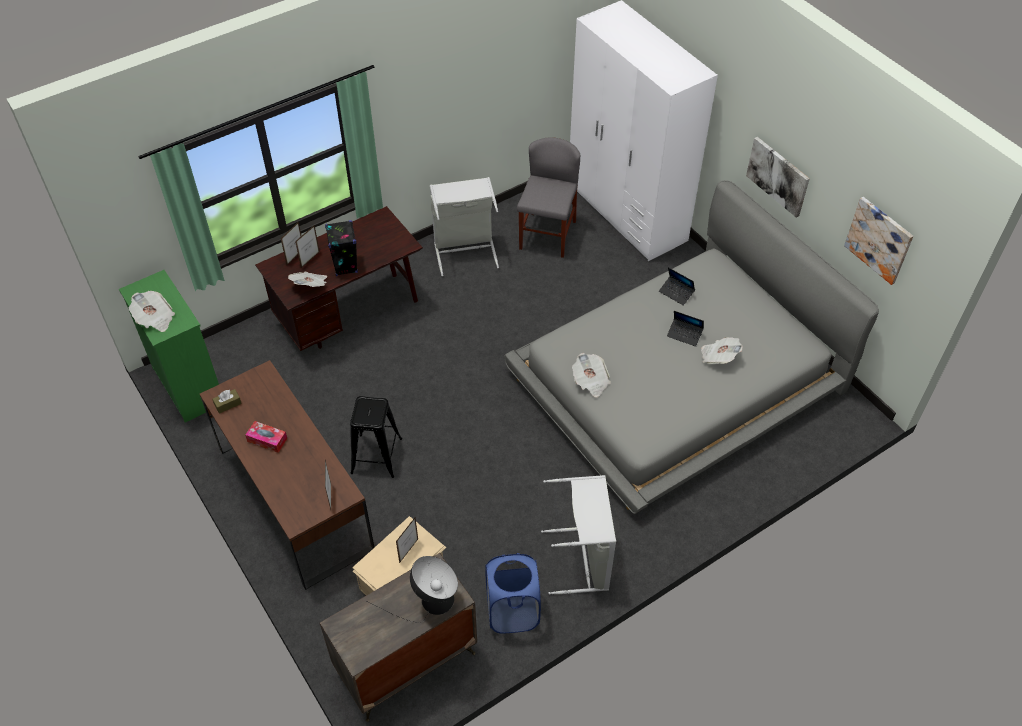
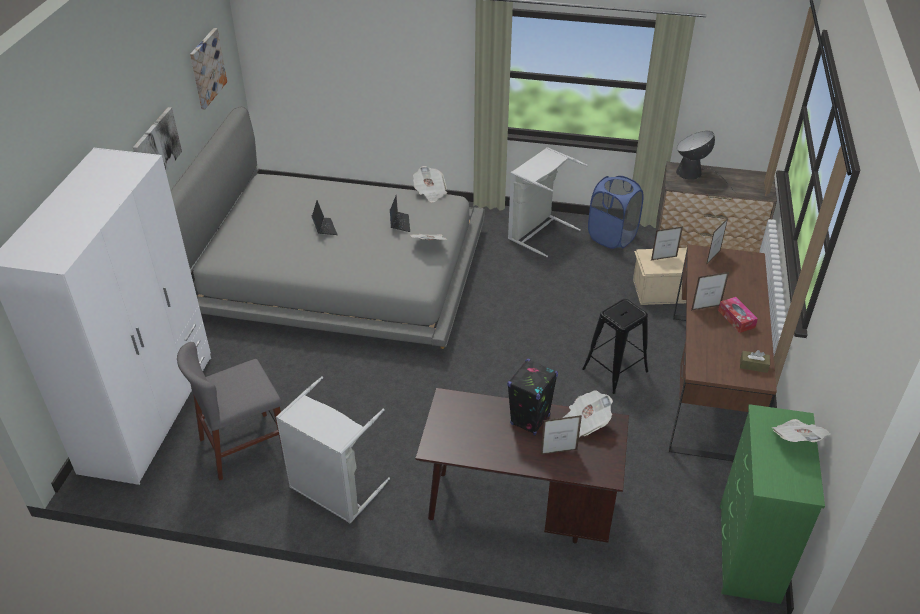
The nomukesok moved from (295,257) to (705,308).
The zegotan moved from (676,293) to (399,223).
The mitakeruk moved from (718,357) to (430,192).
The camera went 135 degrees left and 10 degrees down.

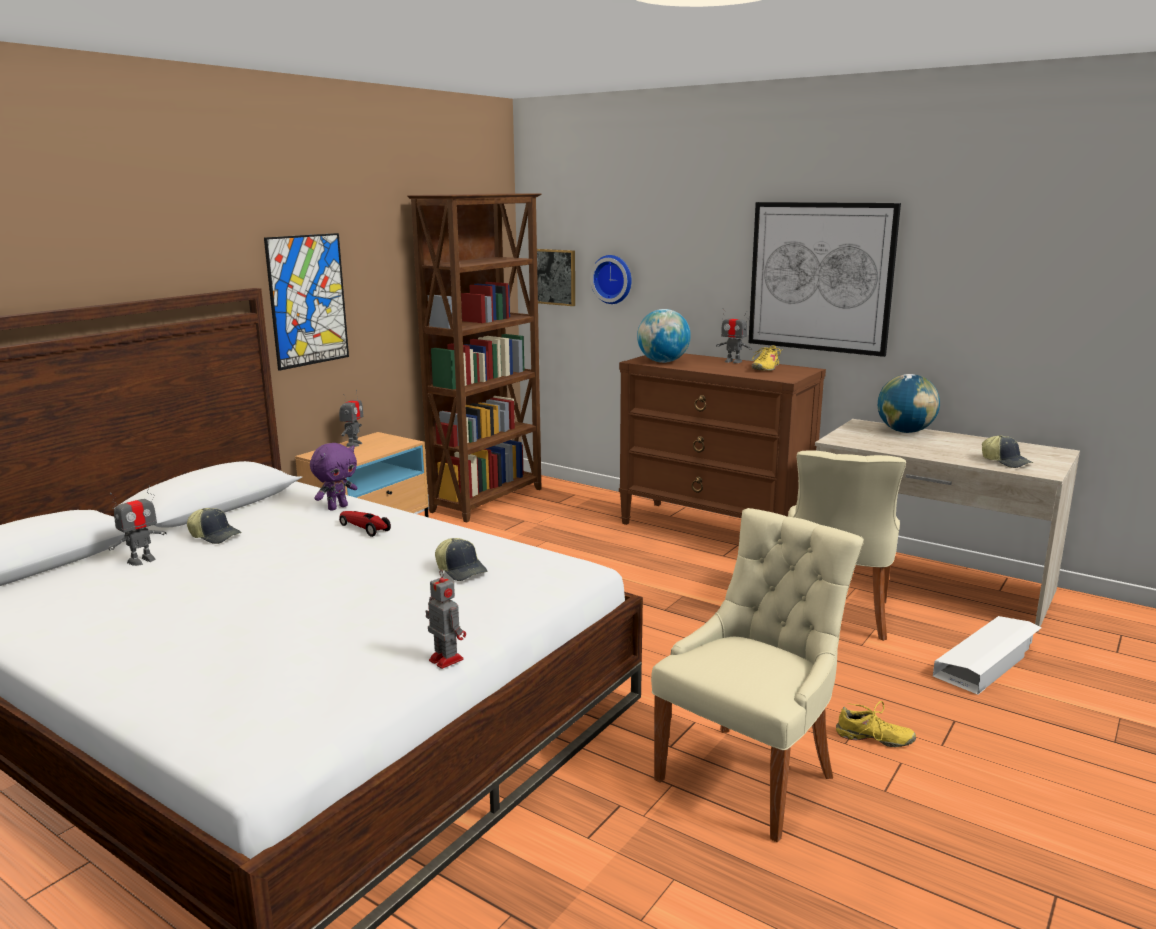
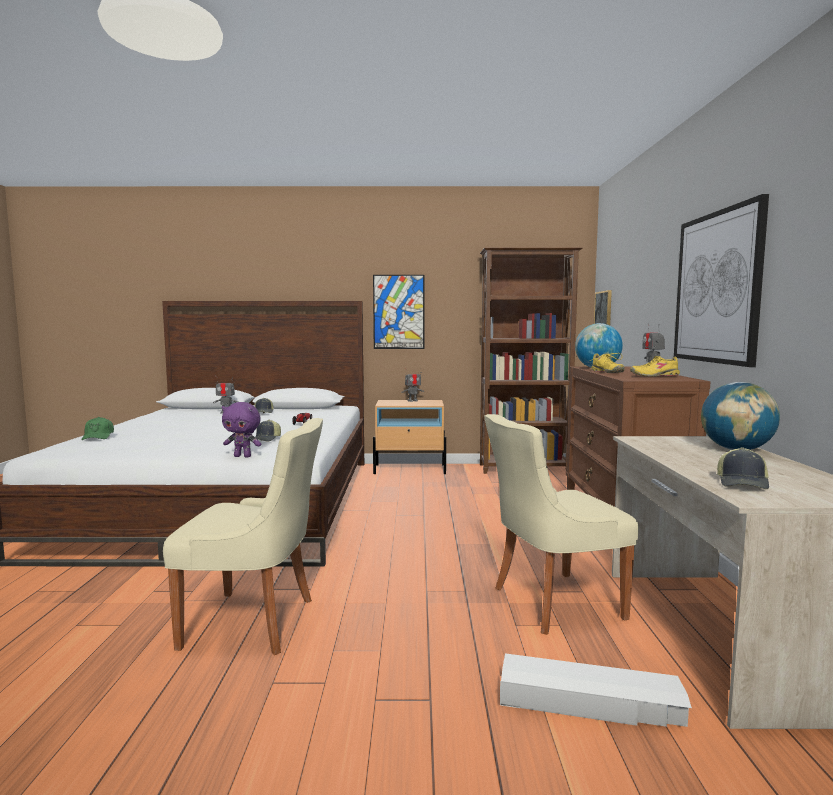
The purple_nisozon moved from (337,507) to (243,456).
The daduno at (445,659) disappeared.
The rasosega at (613,279) disappeared.
The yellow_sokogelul moved from (874,739) to (607,372).
The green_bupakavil at (98,436) appeared.
The camera went 55 degrees right and 10 degrees down.

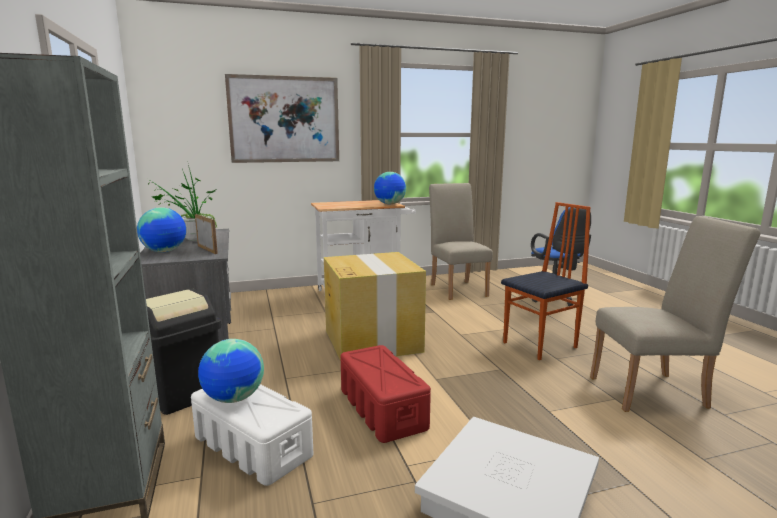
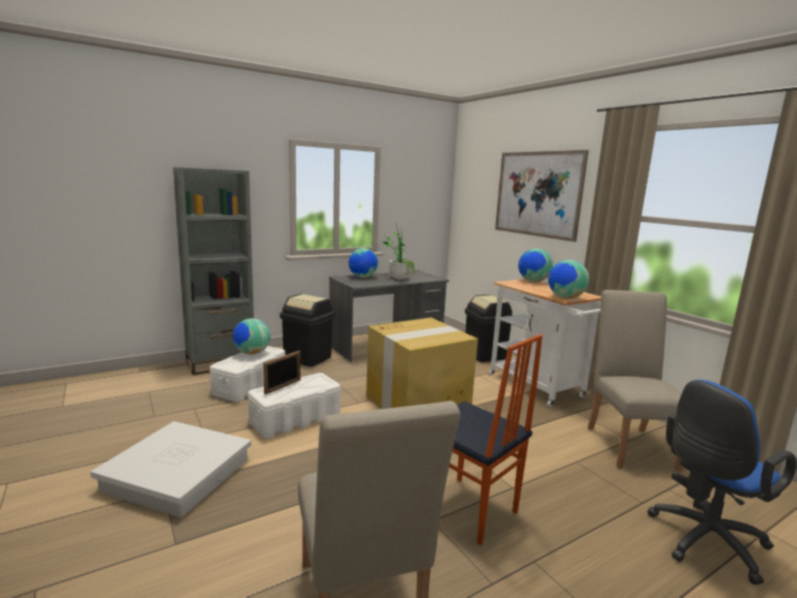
The nomukesok moved from (207,249) to (283,387).
The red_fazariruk at (382,408) became the white_fazariruk at (296,419).
The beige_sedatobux at (457,288) turned 60 degrees counterclockwise.
The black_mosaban at (485,355) appeared.
The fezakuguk at (533,281) appeared.
The camera went 75 degrees right and 0 degrees up.

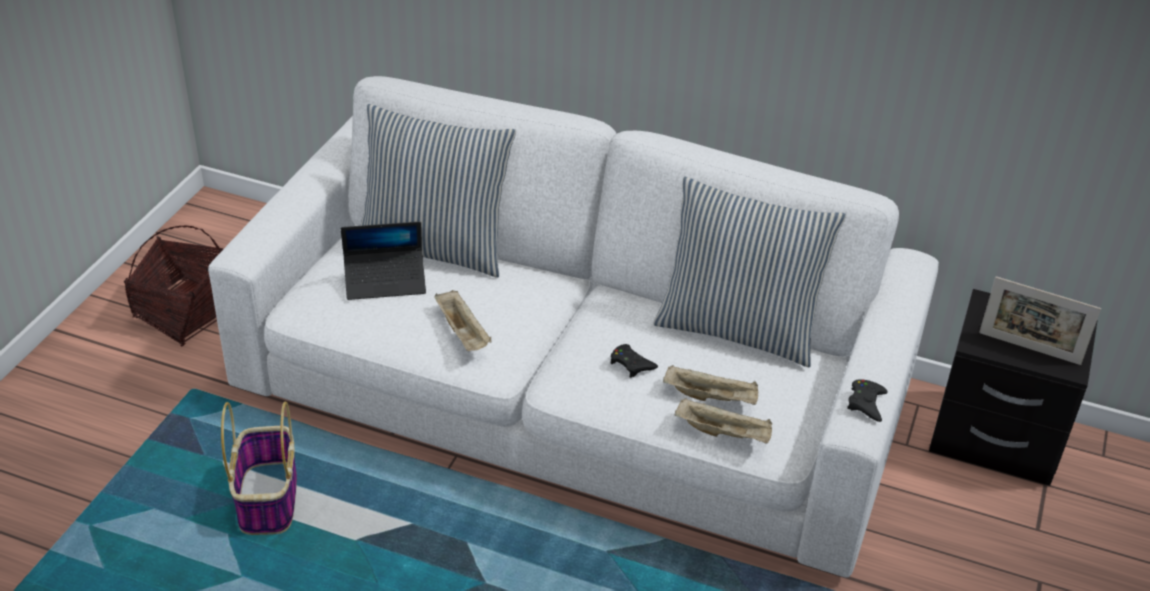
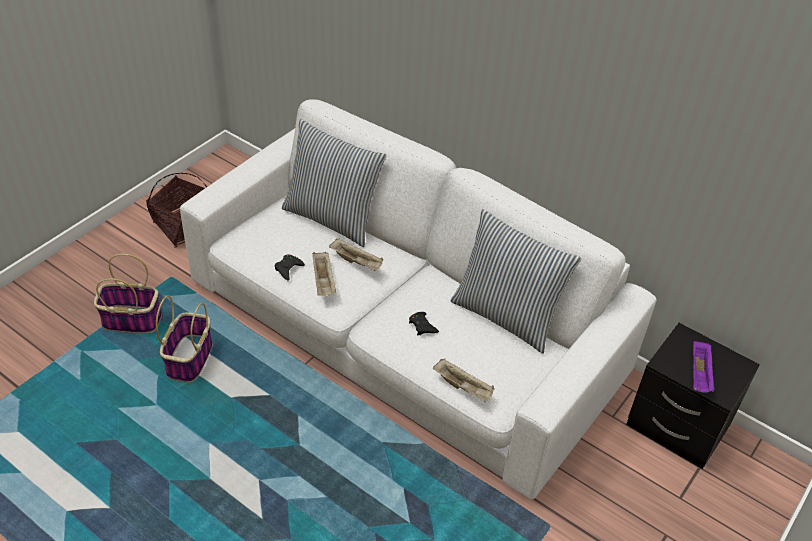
The zegotan at (385,281) disappeared.
The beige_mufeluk moved from (711,397) to (357,262).
The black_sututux moved from (866,403) to (288,269).
The nomukesok at (1029,348) was replaced by the purple_mufeluk at (699,374).
The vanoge at (130,320) appeared.
The camera went 15 degrees right and 5 degrees up.

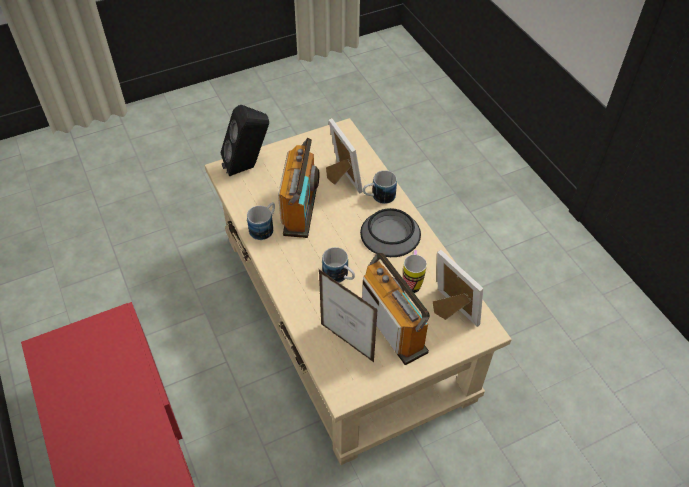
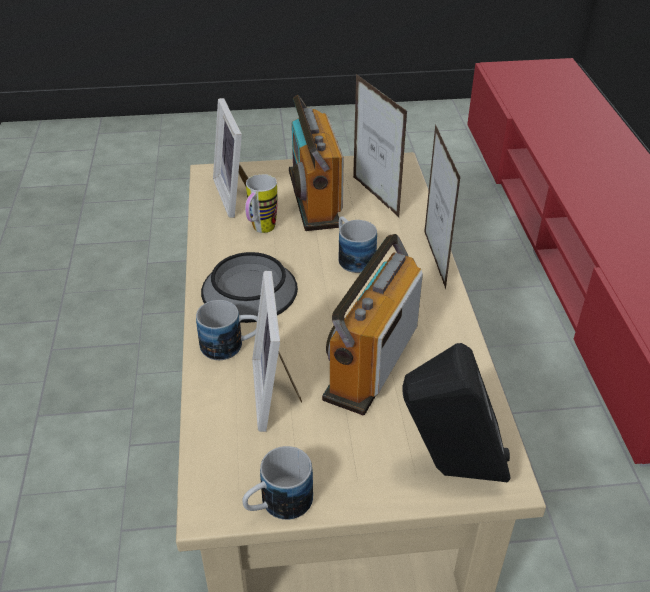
The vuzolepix moved from (264,227) to (277,505).
The nomukesok at (434,259) appeared.
The camera went 160 degrees left and 10 degrees down.

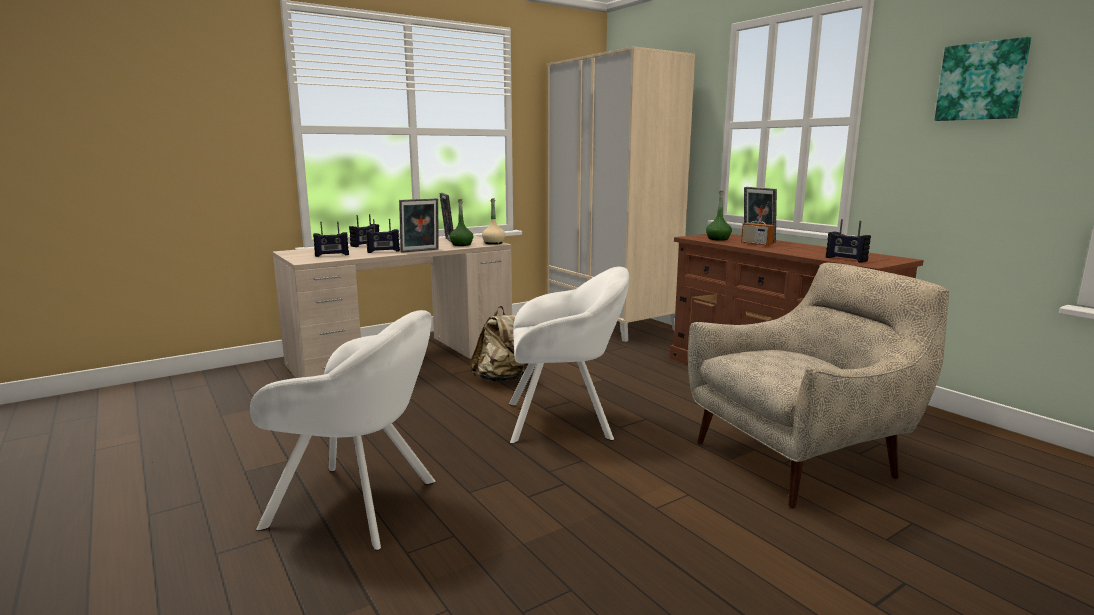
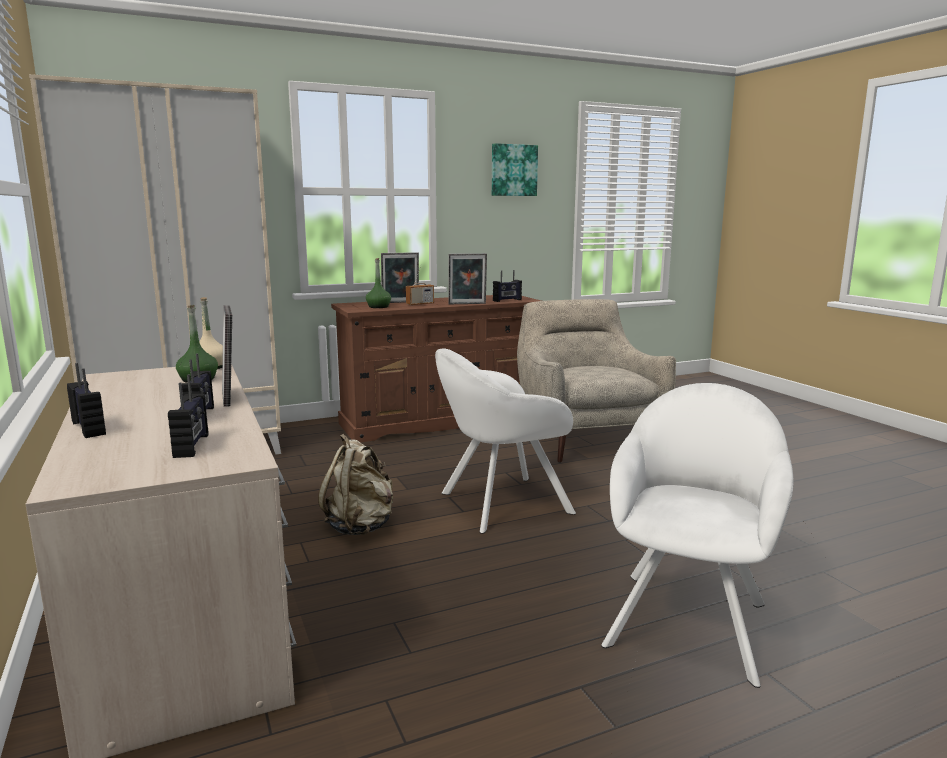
The nomukesok moved from (448,240) to (467,304).
The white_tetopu at (565,420) turned 120 degrees counterclockwise.
The camera went 80 degrees left and 0 degrees up.

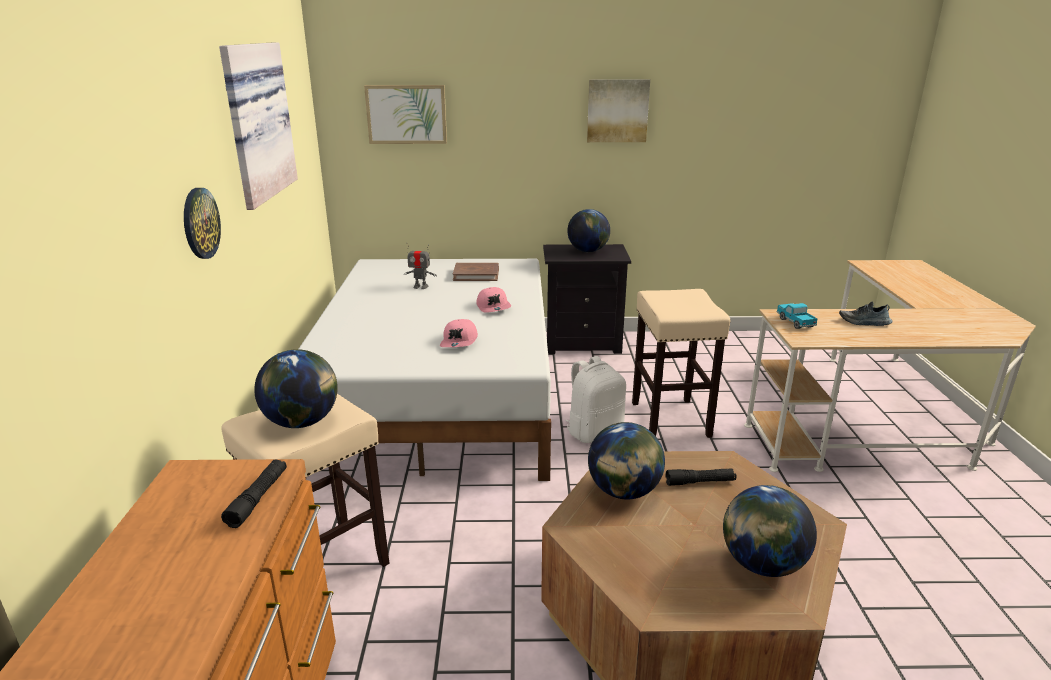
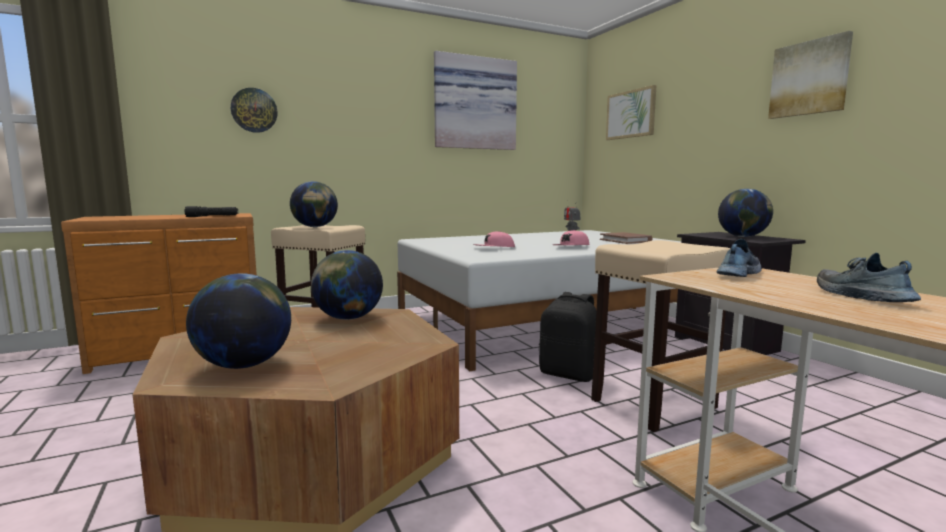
The rasosega moved from (200,223) to (254,110).
The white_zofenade at (594,432) became the black_zofenade at (569,374).
The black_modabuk at (700,482) disappeared.
The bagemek at (795,322) was replaced by the sokogelul at (737,274).
The camera went 65 degrees right and 15 degrees down.

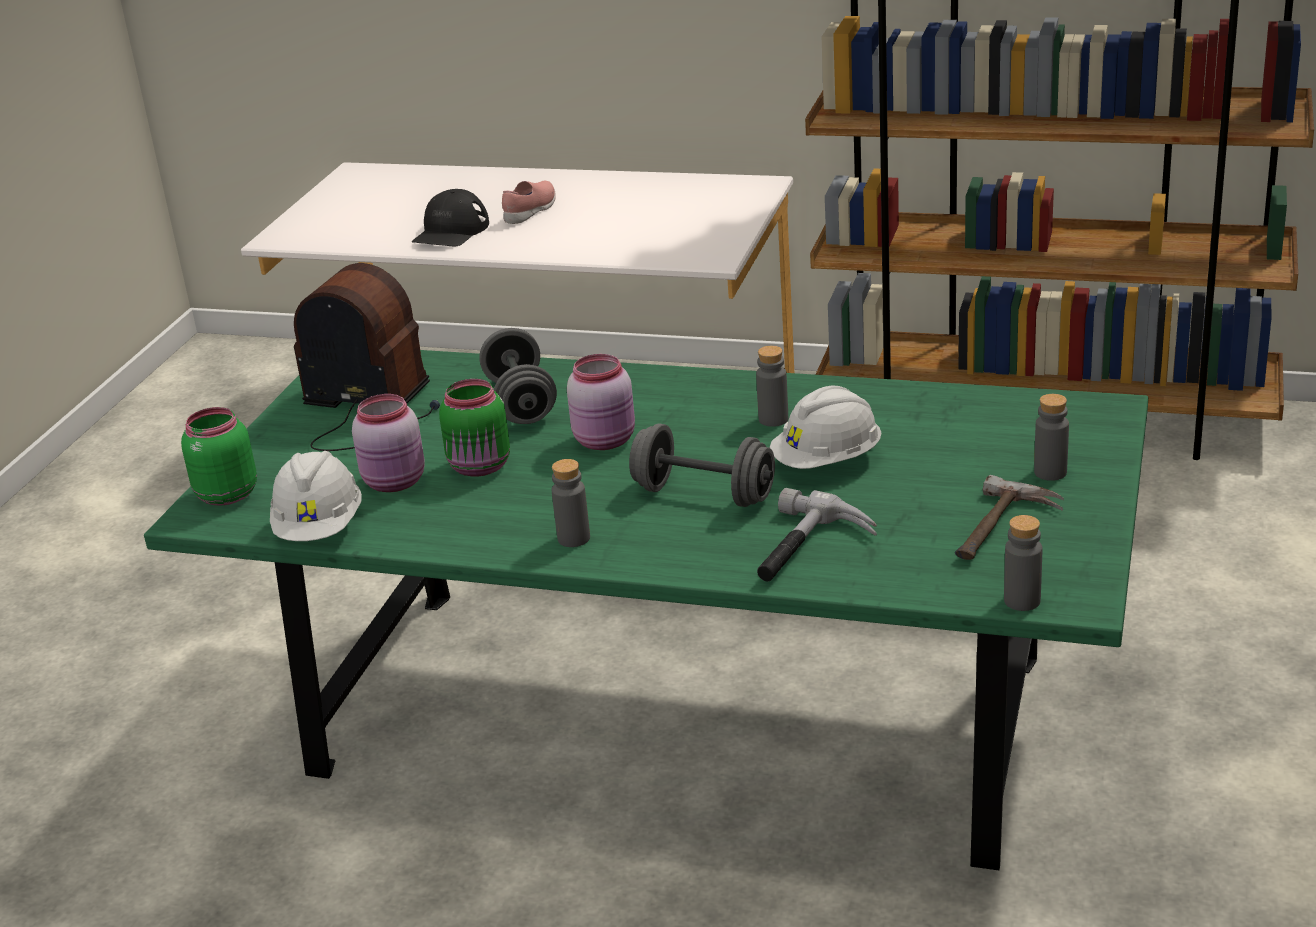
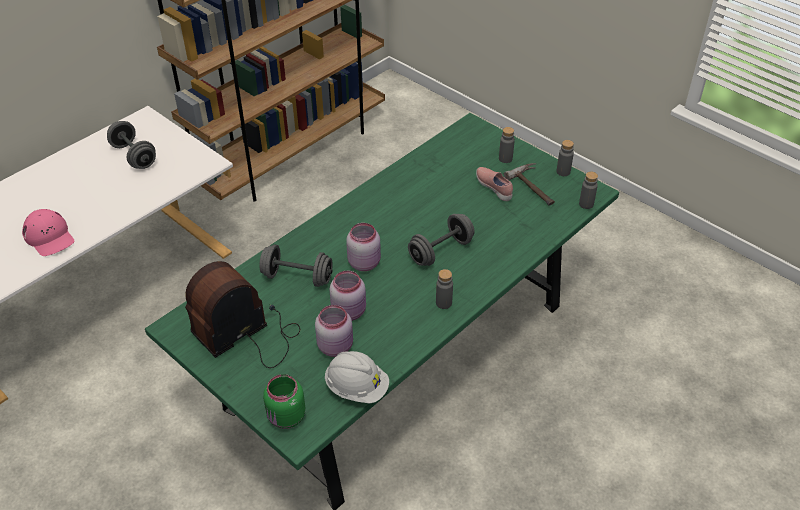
The black_bupakavil at (451,231) became the pink_bupakavil at (49,237).
The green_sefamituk at (481,467) became the pink_sefamituk at (350,311).
The pink_sokogelul moved from (531,212) to (494,188).
The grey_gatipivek moved from (773,419) to (563,172).
The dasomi at (808,550) disappeared.
The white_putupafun at (827,462) disappeared.
The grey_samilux at (134,156) appeared.
The camera went 65 degrees left and 15 degrees up.

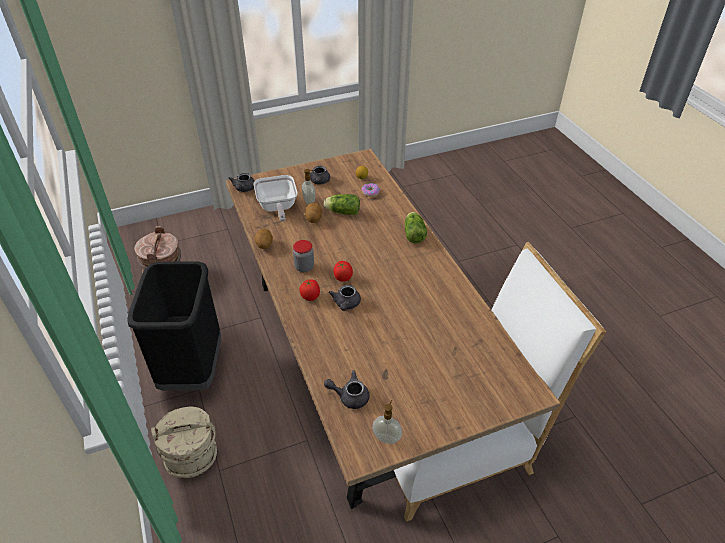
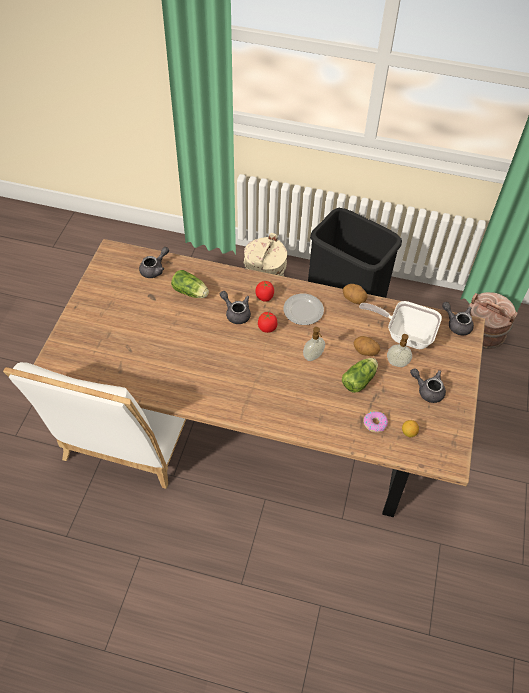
The sefamituk at (304,267) was replaced by the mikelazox at (303,311).
The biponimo moved from (387,437) to (313,357).
The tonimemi moved from (414,233) to (191,292).
The camera went 125 degrees right and 10 degrees up.

